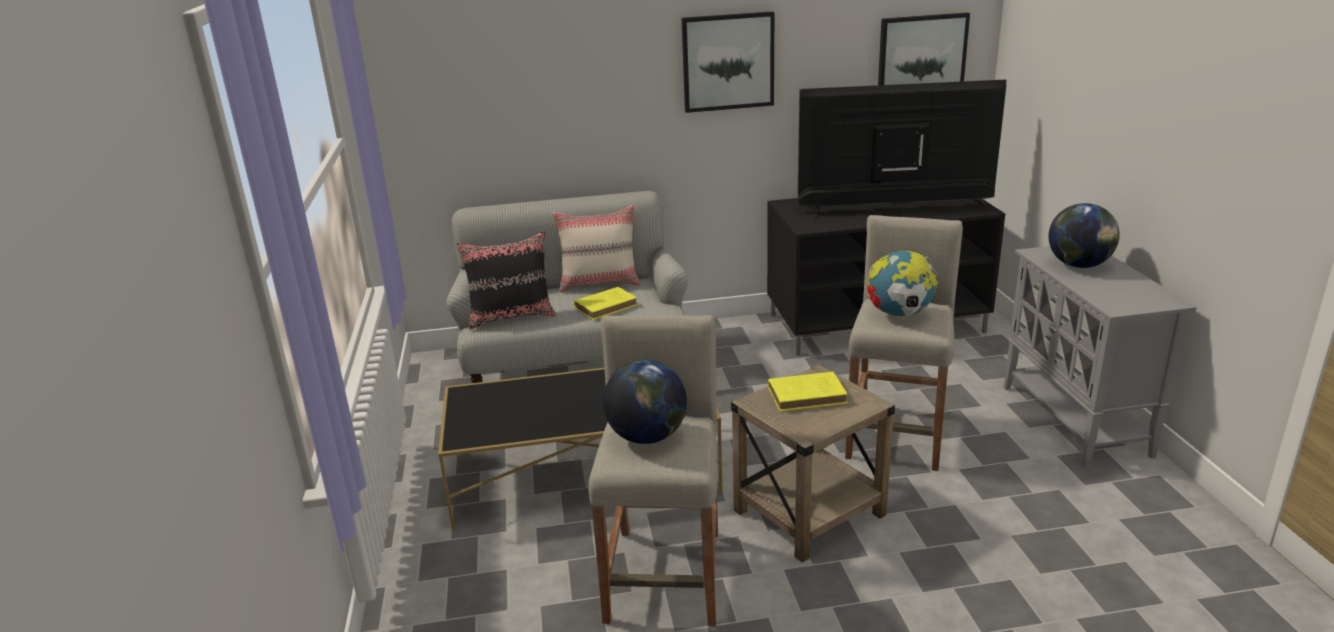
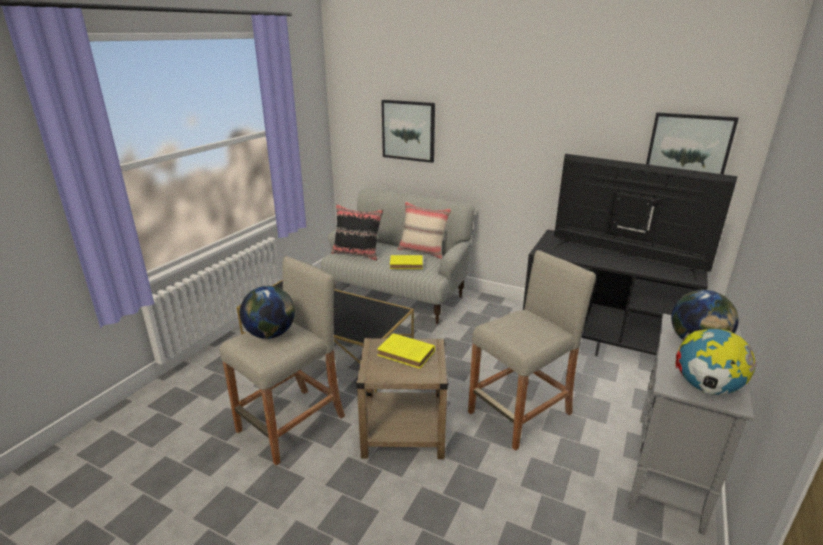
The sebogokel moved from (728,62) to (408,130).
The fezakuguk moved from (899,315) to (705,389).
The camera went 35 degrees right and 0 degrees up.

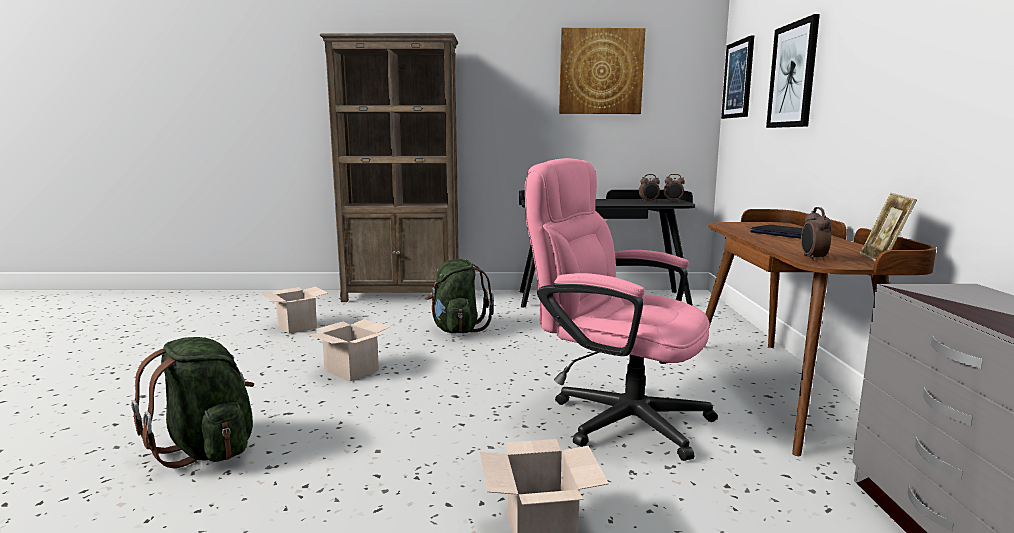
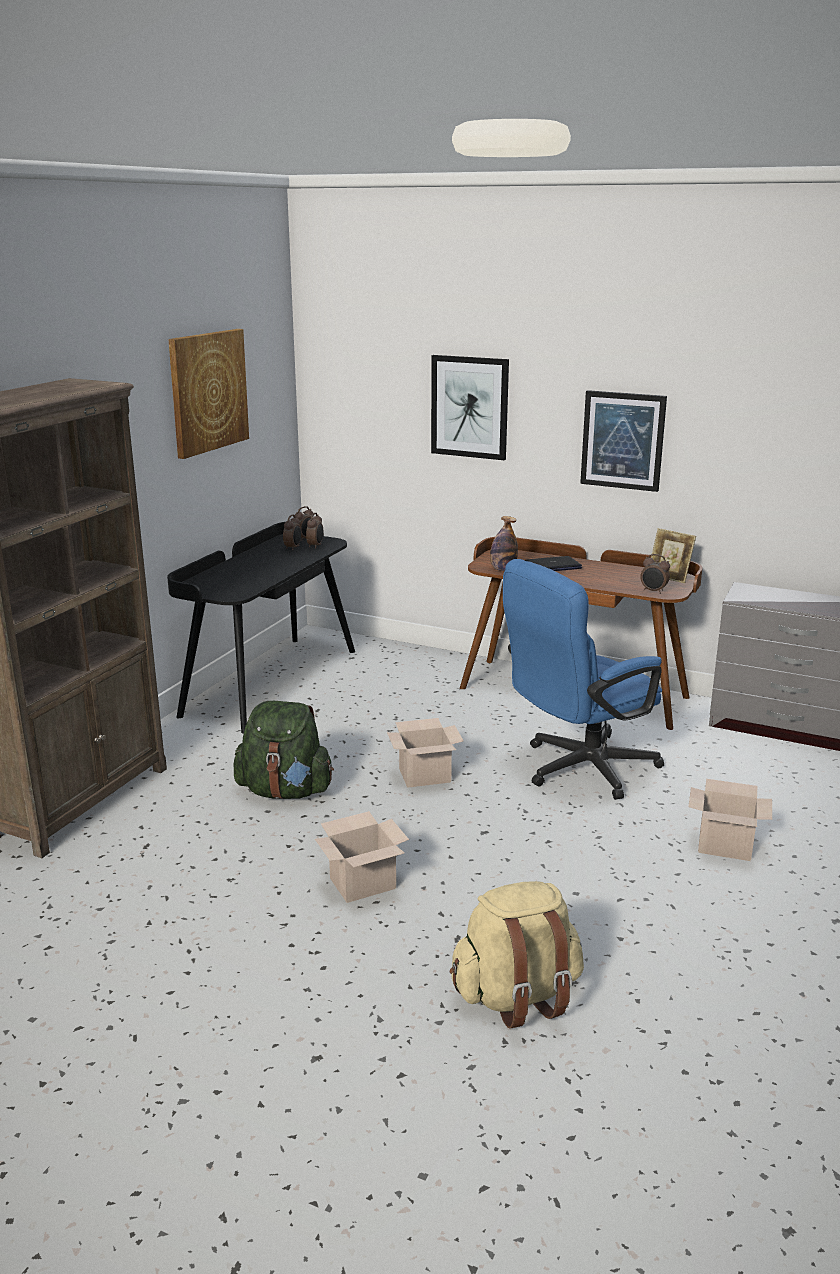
The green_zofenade at (208,449) became the beige_zofenade at (517,996).
The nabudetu moved from (298,326) to (426,775).
The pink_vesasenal at (616,417) became the blue_vesasenal at (578,770).
The sebogokel moved from (738,79) to (622,440).
The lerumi at (315,546) appeared.
The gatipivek at (502,569) appeared.
The camera went 65 degrees left and 10 degrees up.

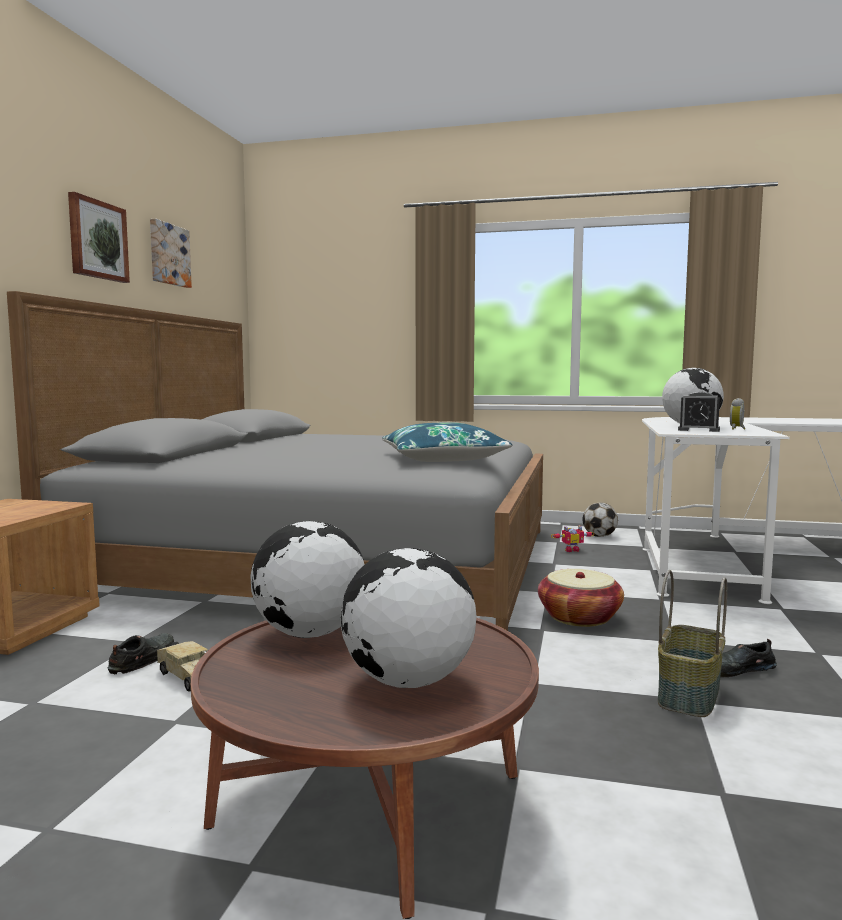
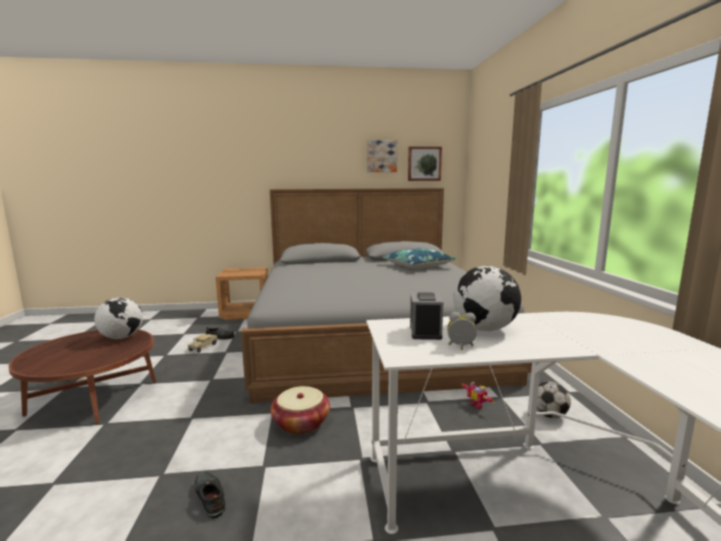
The sebogokel moved from (97,240) to (424,163).
The fezakuguk at (407,681) disappeared.
The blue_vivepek moved from (442,459) to (418,266).
The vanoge at (690,695) disappeared.
The camera went 70 degrees right and 5 degrees up.

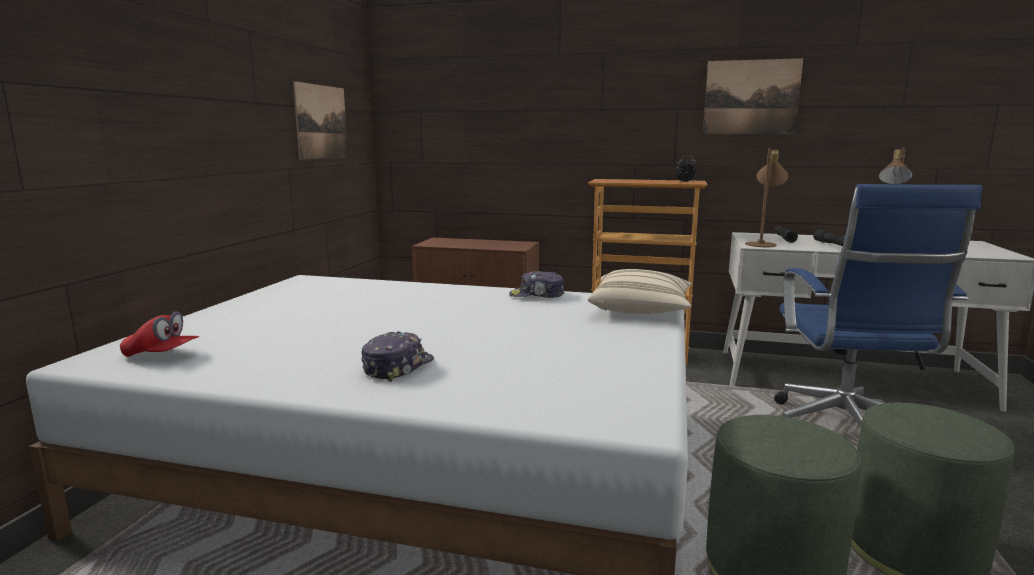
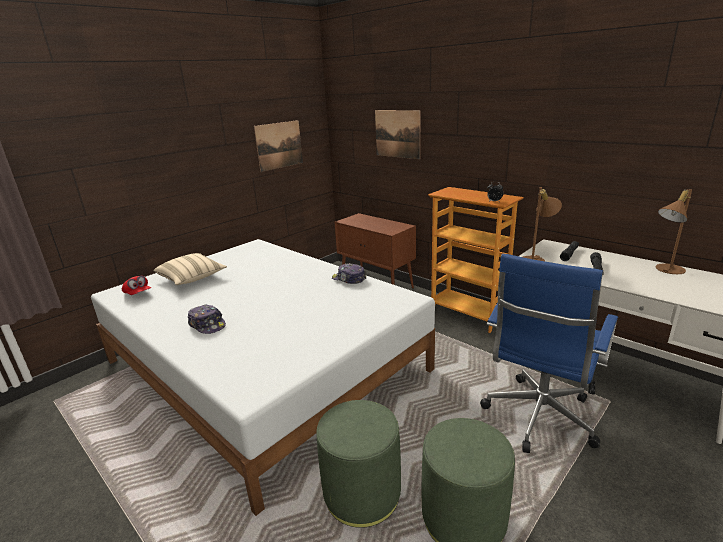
The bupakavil at (397,367) turned 75 degrees clockwise.
The beige_vivepek moved from (641,310) to (192,279).
The sebogokel moved from (751,97) to (397,134).
The camera went 30 degrees right and 10 degrees up.

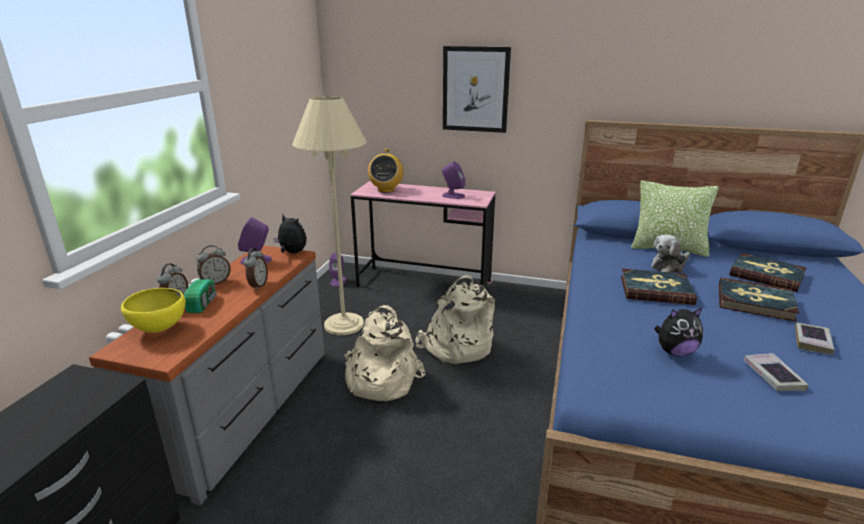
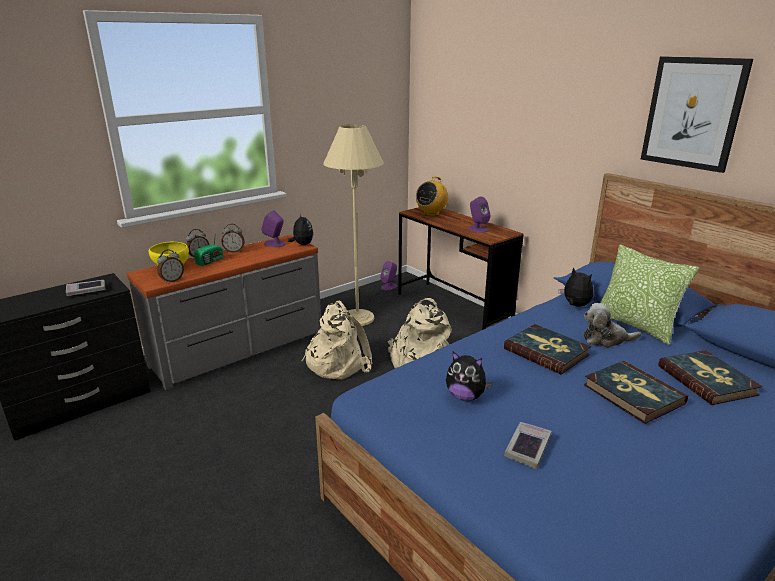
The lerumi moved from (258,285) to (172,280).
The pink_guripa at (424,284) became the brown_guripa at (453,308).
The sebogokel moved from (475,89) to (693,113).
The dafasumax moved from (812,341) to (86,291).
The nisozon at (575,305) appeared.
The camera went 35 degrees right and 0 degrees up.

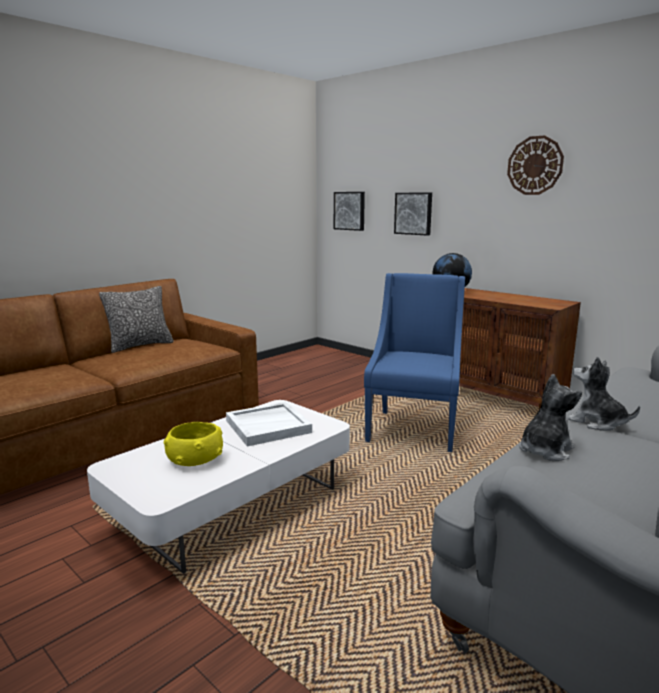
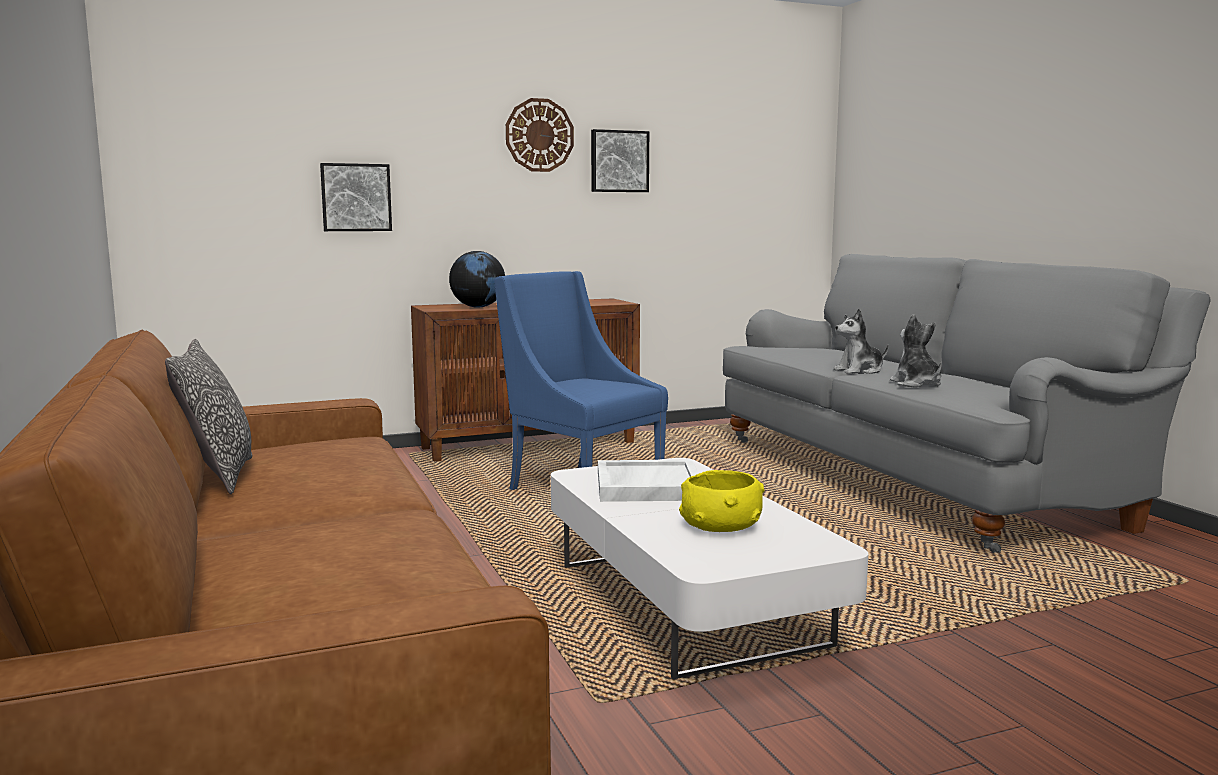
The sebogokel moved from (350,211) to (619,161).
The camera went 65 degrees left and 5 degrees down.

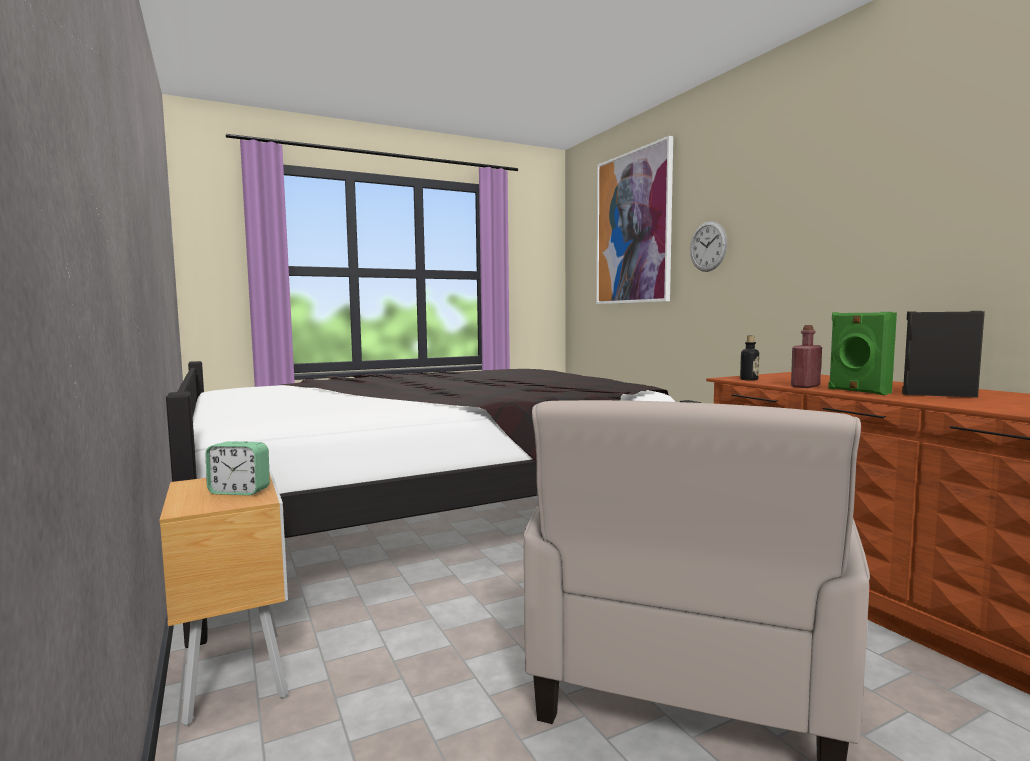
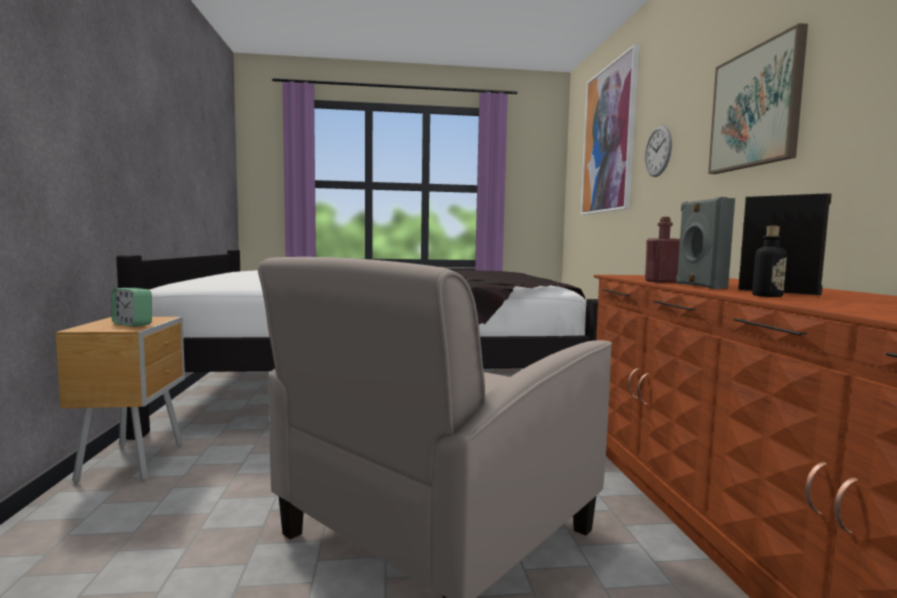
The gatipivek moved from (749,379) to (767,296).
The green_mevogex at (857,391) became the grey_mevogex at (698,286).
The sebogokel at (756,108) appeared.
The camera went 20 degrees right and 0 degrees up.

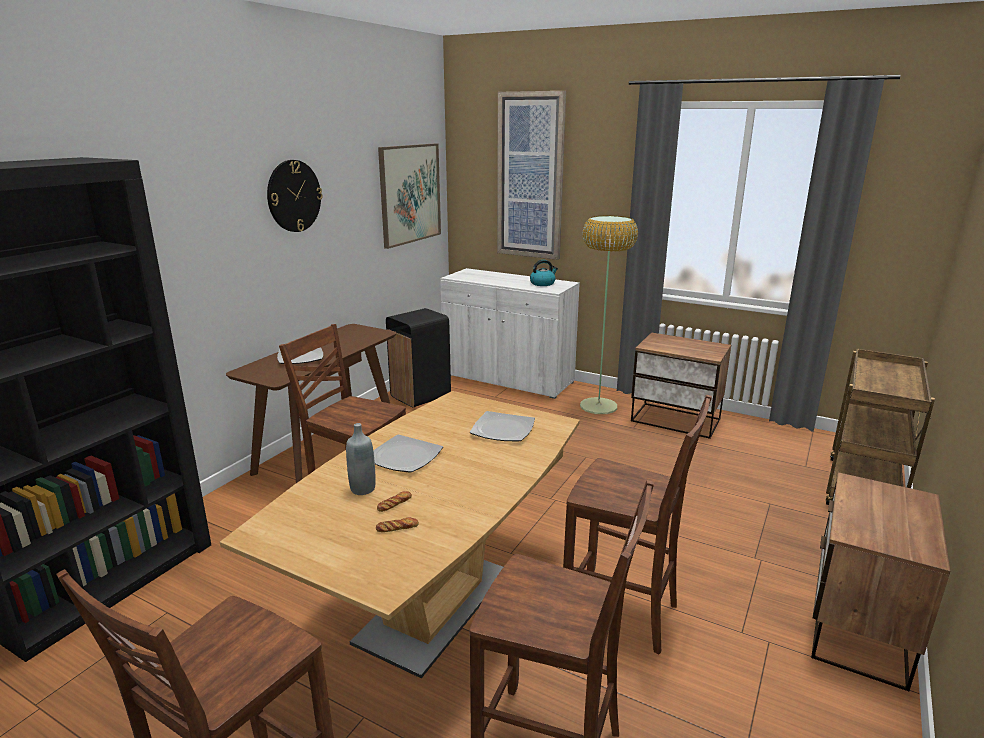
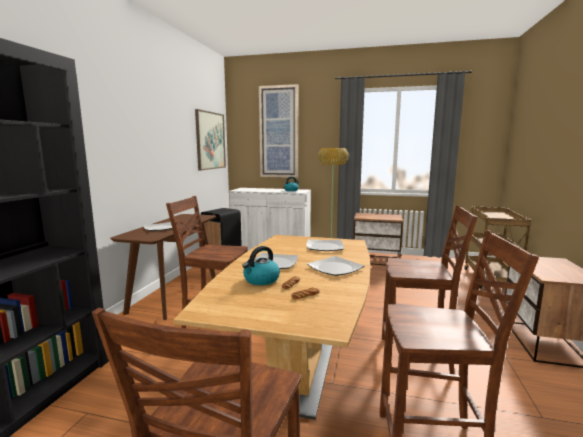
The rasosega at (294,196) disappeared.
The grey_gatipivek at (362,489) was replaced by the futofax at (261,280).
The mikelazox at (335,268) appeared.
The camera went 15 degrees left and 10 degrees down.

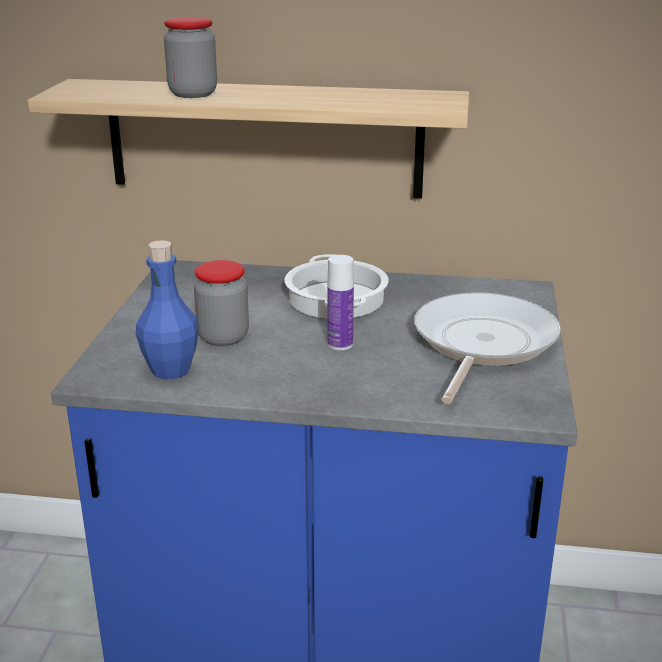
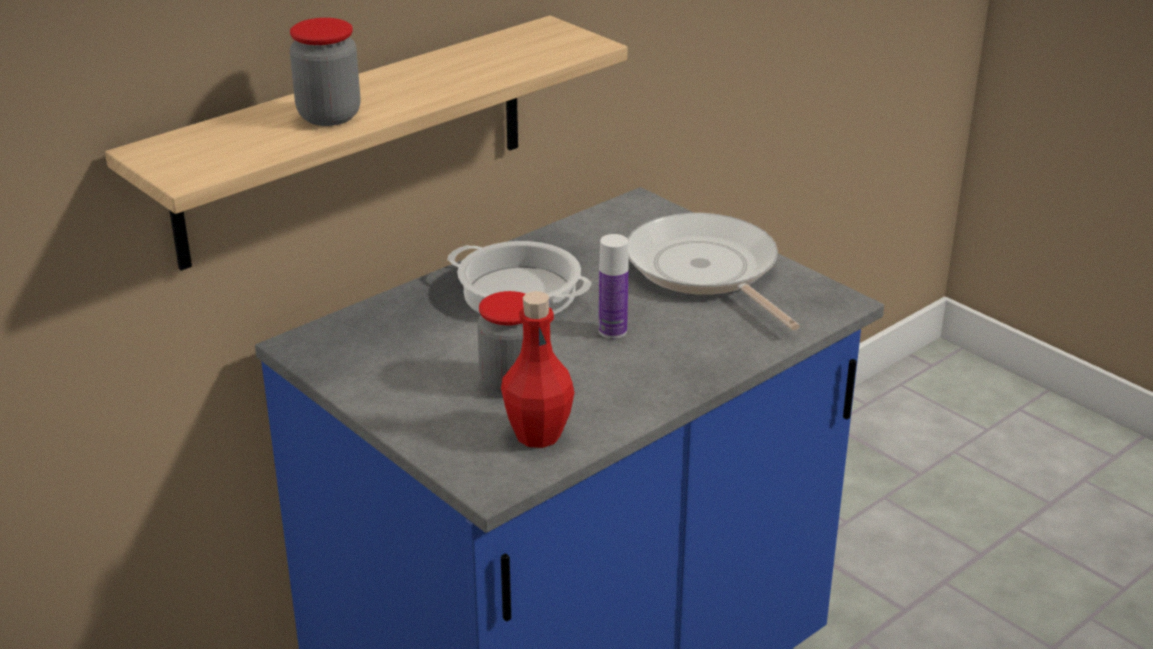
The blue_gatipivek at (171,370) became the red_gatipivek at (538,435).
The camera went 50 degrees left and 5 degrees up.

